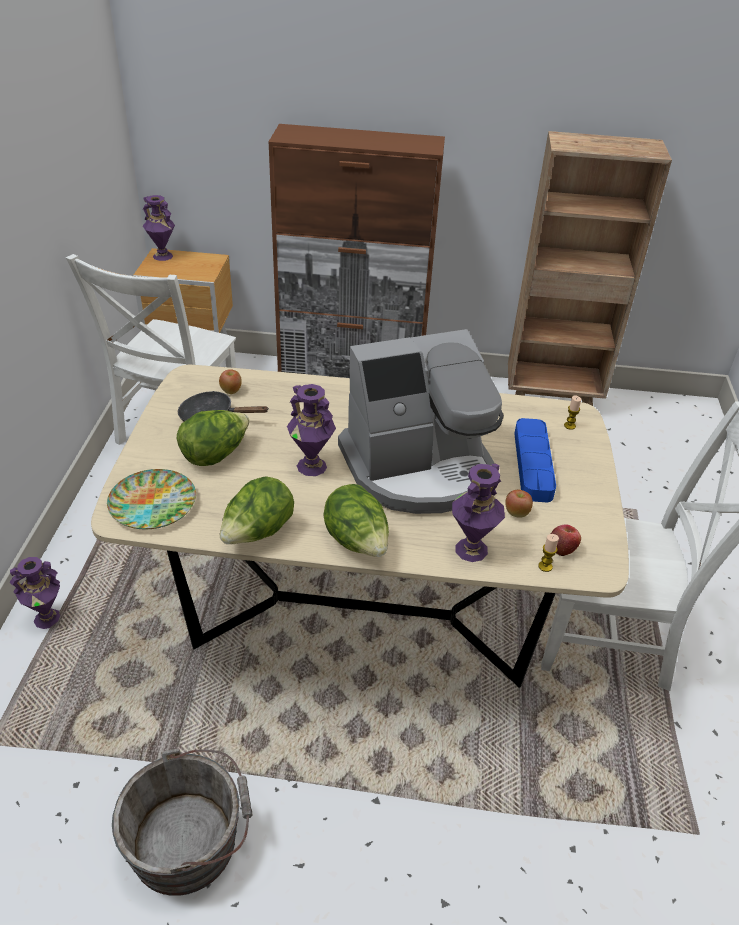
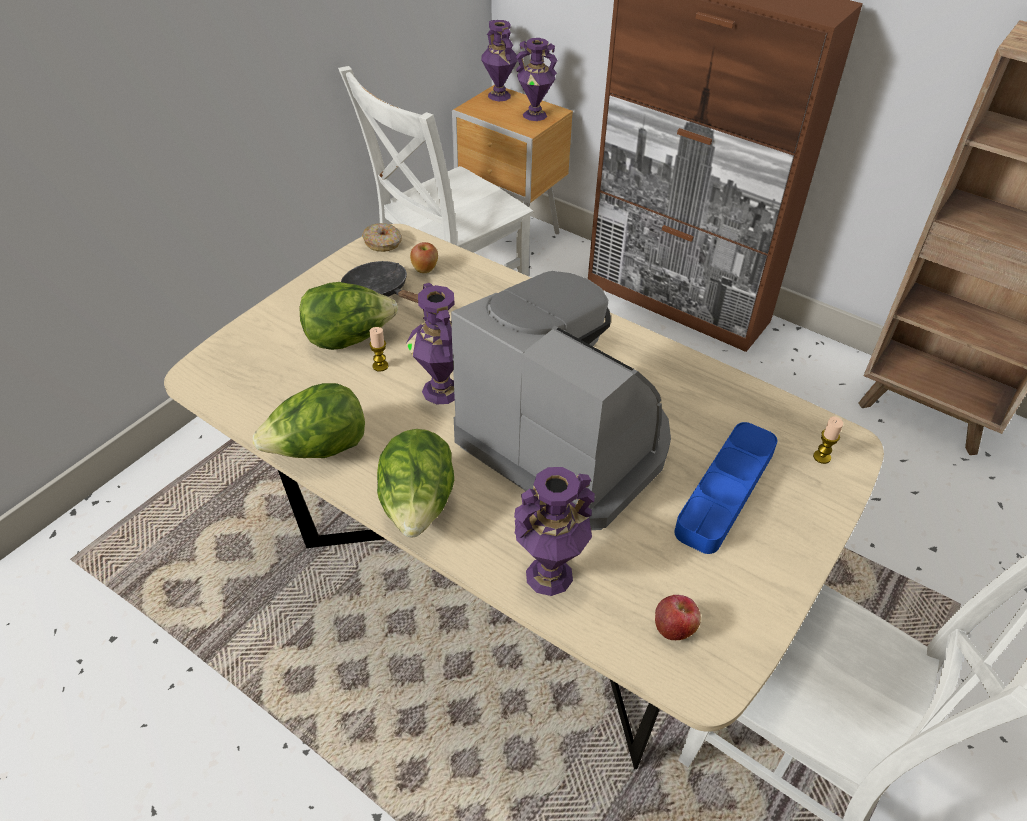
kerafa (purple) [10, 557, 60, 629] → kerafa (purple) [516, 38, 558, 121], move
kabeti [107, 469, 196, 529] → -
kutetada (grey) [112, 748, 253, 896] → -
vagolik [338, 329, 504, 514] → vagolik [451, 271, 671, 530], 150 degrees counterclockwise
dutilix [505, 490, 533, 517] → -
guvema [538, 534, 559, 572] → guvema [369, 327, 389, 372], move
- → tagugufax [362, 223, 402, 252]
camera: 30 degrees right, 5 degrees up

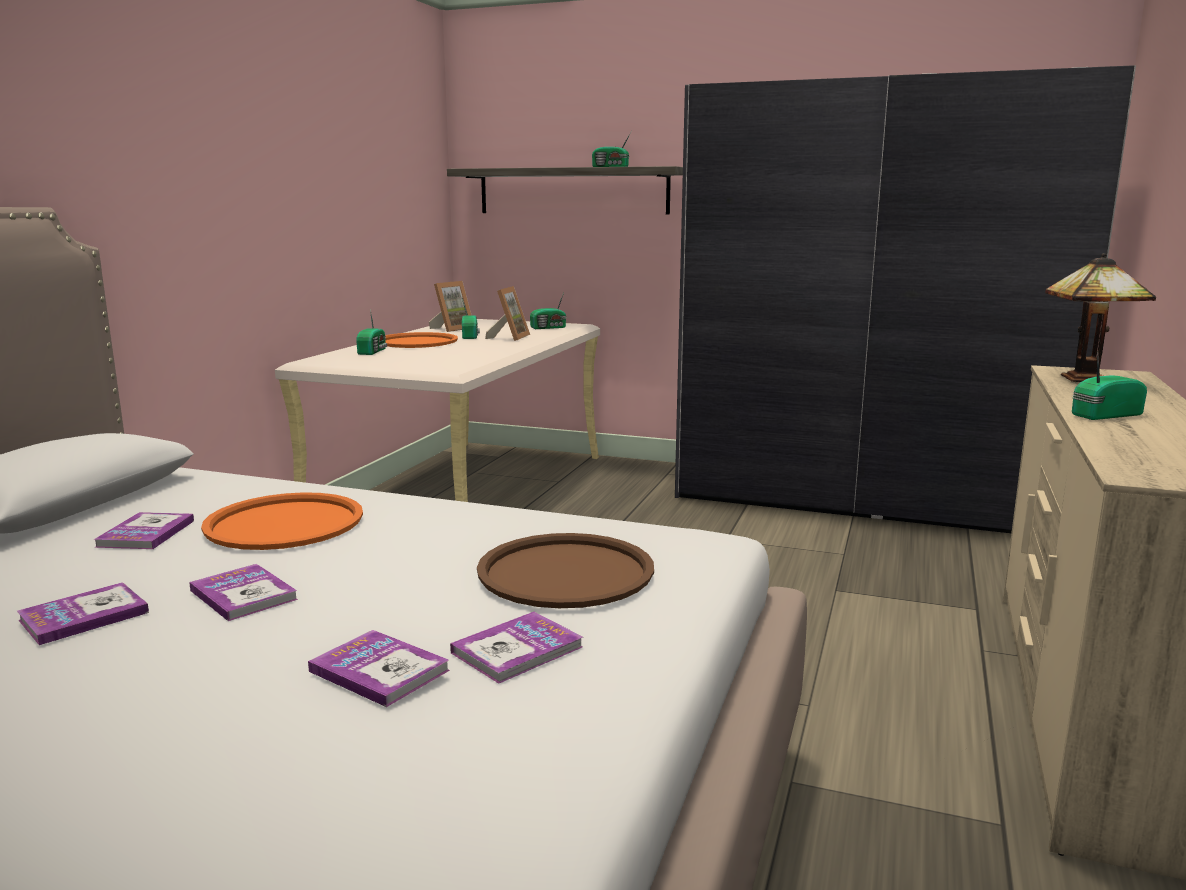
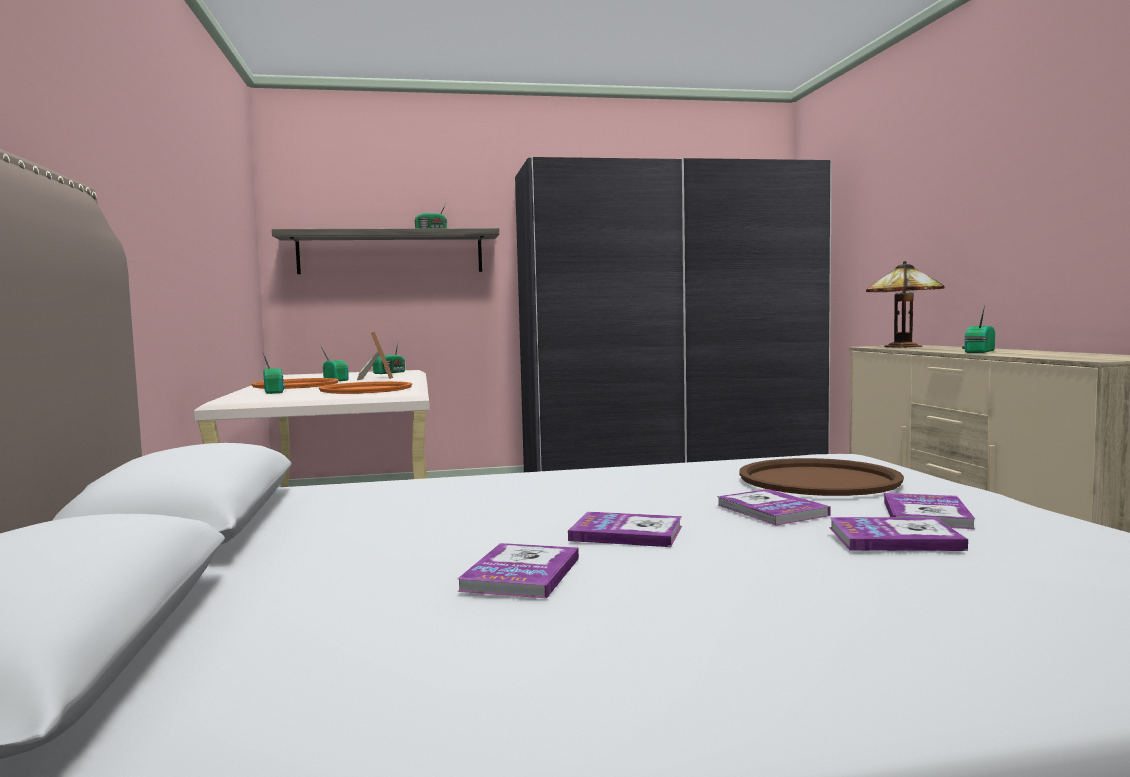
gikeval [94, 512, 194, 549] → gikeval [717, 489, 831, 526], move
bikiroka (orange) [201, 492, 363, 550] → bikiroka (orange) [319, 381, 412, 394], move
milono [429, 281, 472, 332] → -
camera: 30 degrees left, 10 degrees down

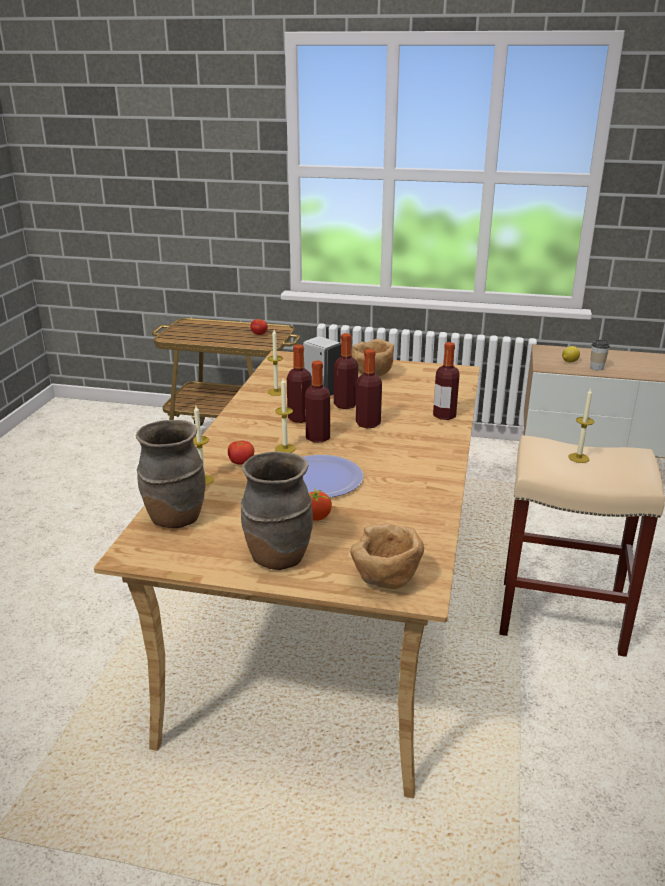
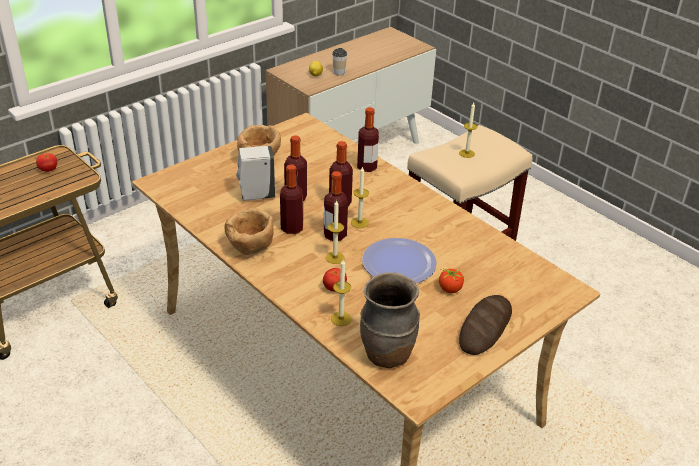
kerafa (brown) [241, 451, 313, 570] → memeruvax [459, 295, 512, 355]
guvema [267, 330, 283, 396] → guvema [351, 166, 369, 228], move
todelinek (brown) [350, 523, 424, 589] → todelinek (brown) [225, 208, 274, 255], move
camera: 55 degrees left, 10 degrees up

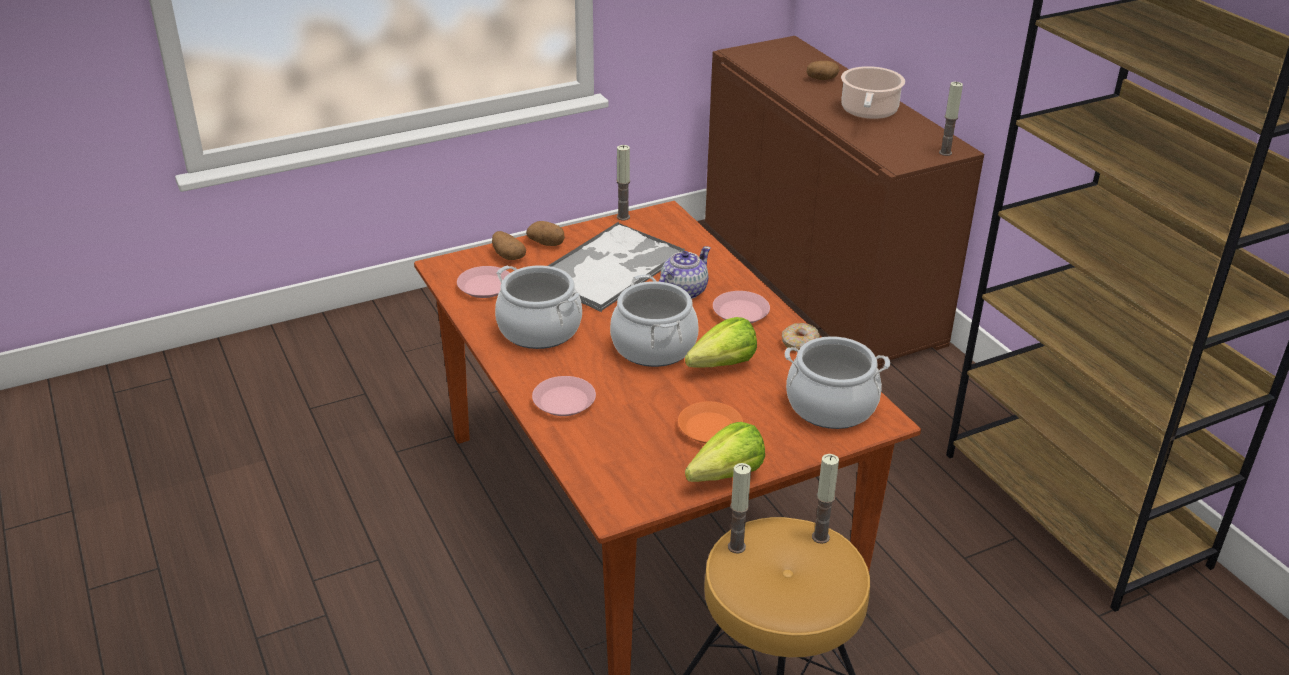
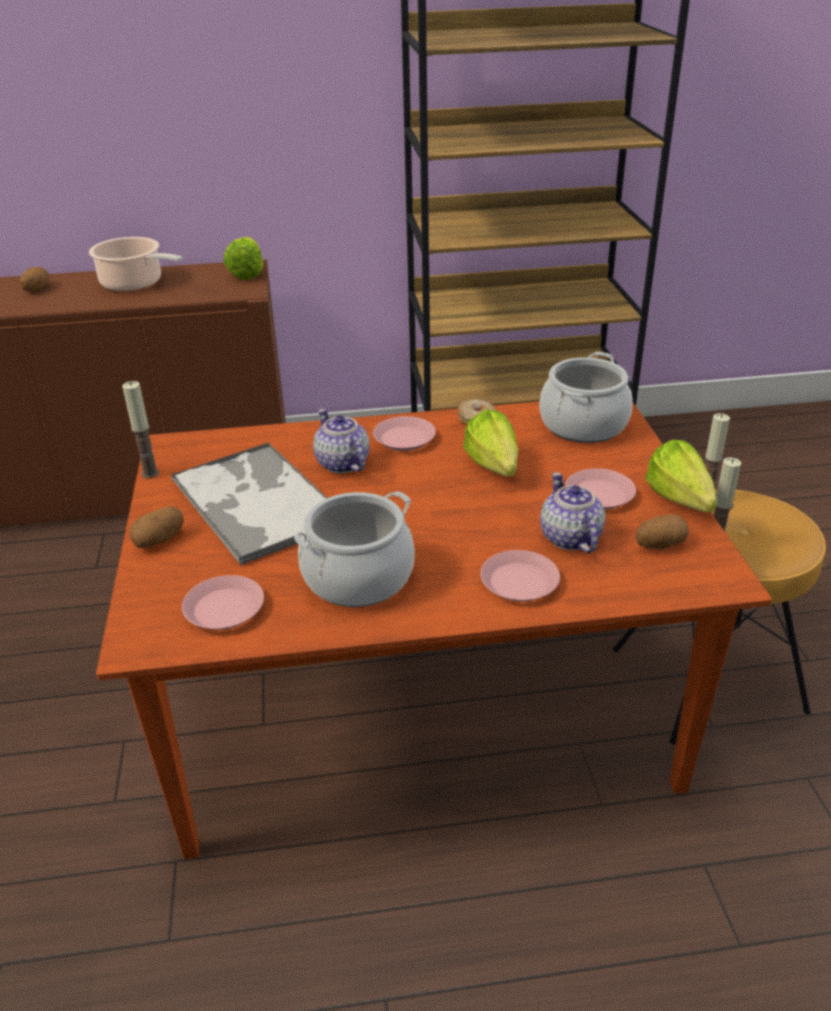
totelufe [492, 231, 526, 260] → totelufe [635, 514, 689, 549], move
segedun [610, 274, 699, 367] → -
kabeti (orange) [678, 402, 743, 443] → kabeti (pink) [565, 468, 636, 510]
guvema [939, 82, 963, 156] → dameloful [224, 236, 263, 280]
- → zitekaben [540, 472, 605, 553]
camera: 70 degrees left, 0 degrees up

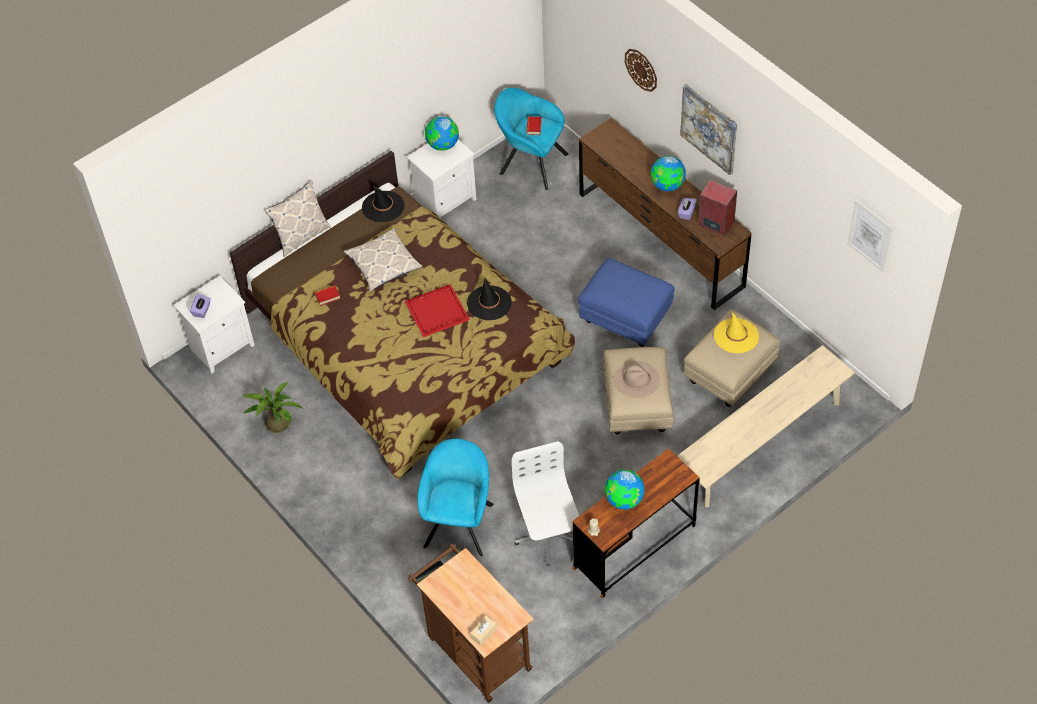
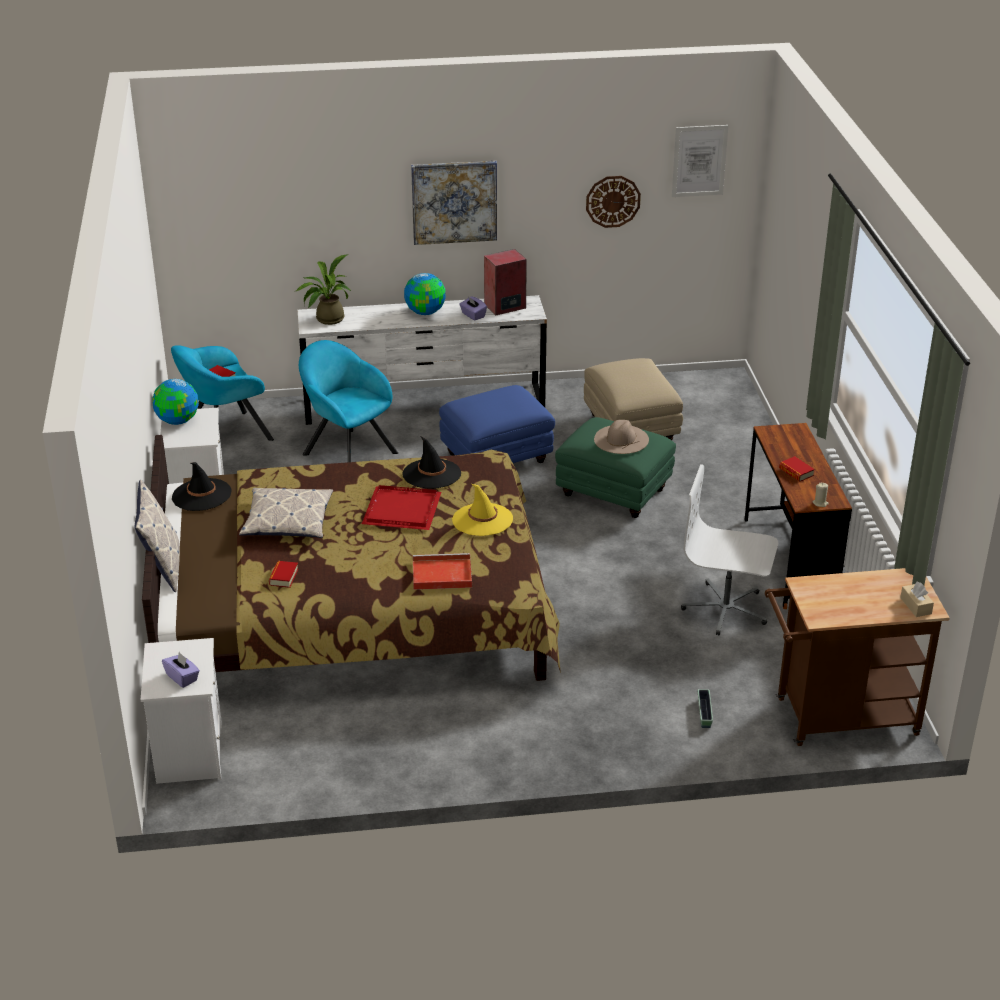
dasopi [243, 382, 304, 433] → dasopi [296, 254, 351, 325], move
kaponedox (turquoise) [417, 439, 493, 556] → kaponedox (turquoise) [299, 340, 398, 462], move
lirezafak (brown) [579, 118, 752, 310] → lirezafak (white) [298, 295, 547, 425]
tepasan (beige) [603, 347, 674, 435] → tepasan (green) [555, 417, 676, 518]
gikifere [605, 469, 644, 510] → gikeval [779, 456, 815, 482]
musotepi [625, 49, 657, 92] → musotepi [586, 176, 641, 228], move
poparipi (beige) [677, 345, 855, 507] → -
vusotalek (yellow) [714, 312, 759, 353] → vusotalek (yellow) [452, 484, 513, 536], move
- → bikiroka (red) [413, 553, 472, 590]
camera: 60 degrees left, 20 degrees down

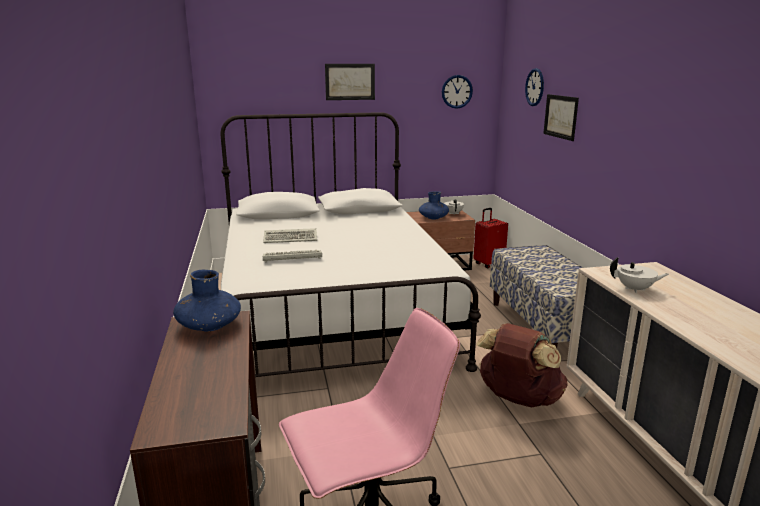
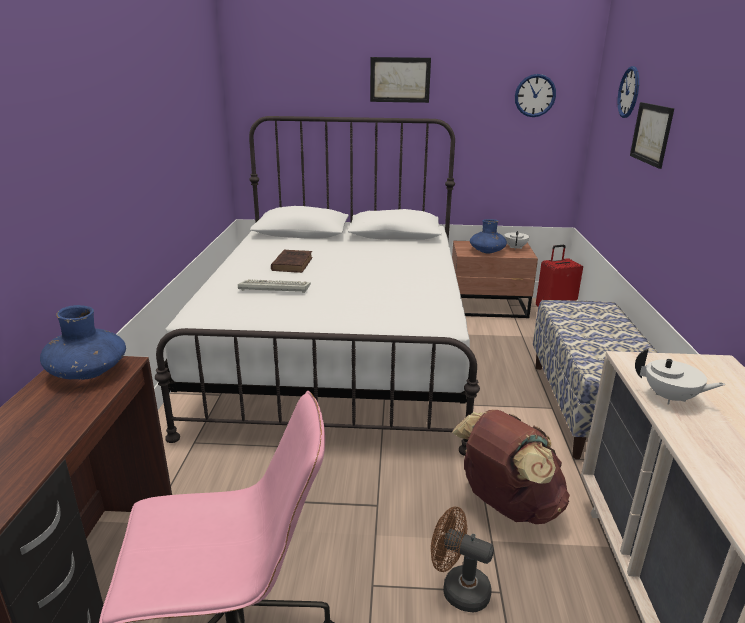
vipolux [263, 228, 317, 243] → gikeval (brown) [271, 250, 313, 273]
- → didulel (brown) [431, 507, 494, 613]
camera: 15 degrees right, 5 degrees up

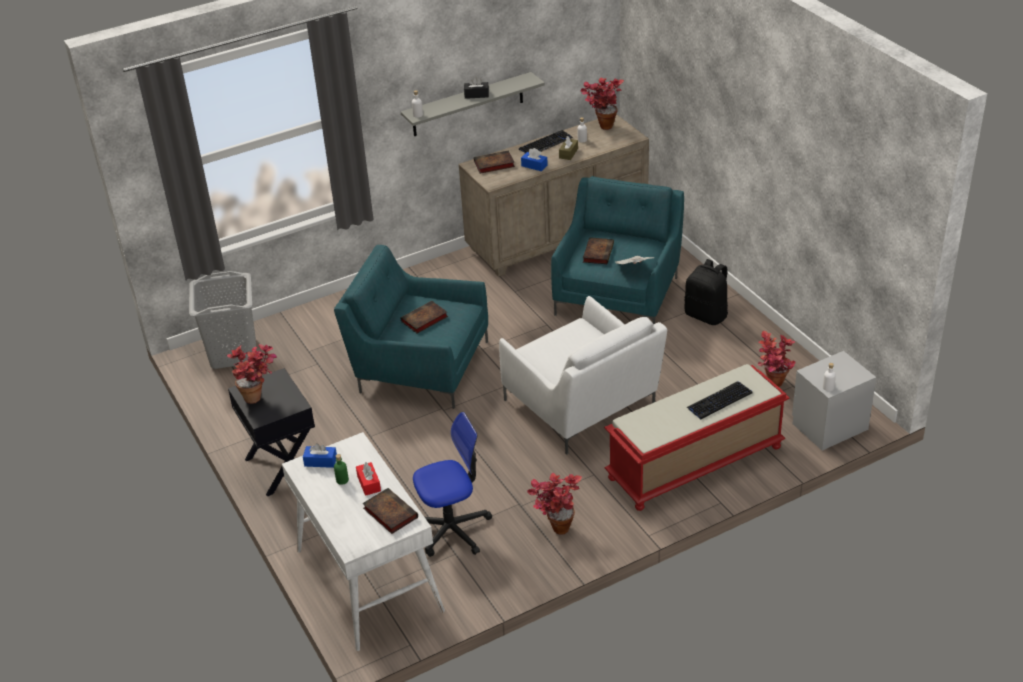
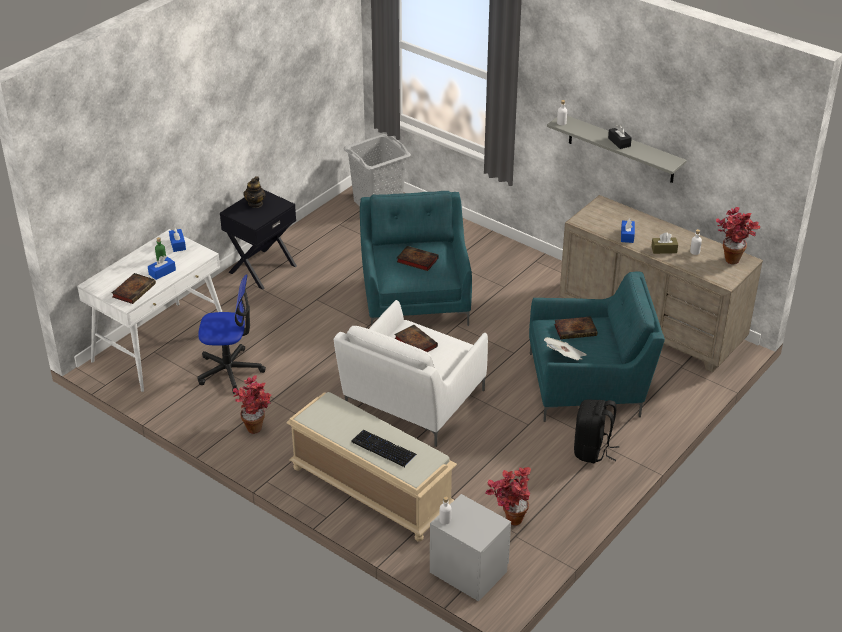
dasopi [227, 344, 277, 404] → zitekaben [243, 176, 266, 208]
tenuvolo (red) [356, 462, 381, 496] → tenuvolo (blue) [148, 255, 176, 280]
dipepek [413, 412, 492, 557] → dipepek [197, 274, 266, 394], 45 degrees counterclockwise
gikeval [474, 151, 515, 174] → gikeval [394, 325, 438, 352], move
vipolux [519, 130, 573, 153] → -
poparipi (red) [604, 364, 789, 511] → poparipi (beige) [286, 392, 457, 542]
camera: 65 degrees right, 0 degrees up

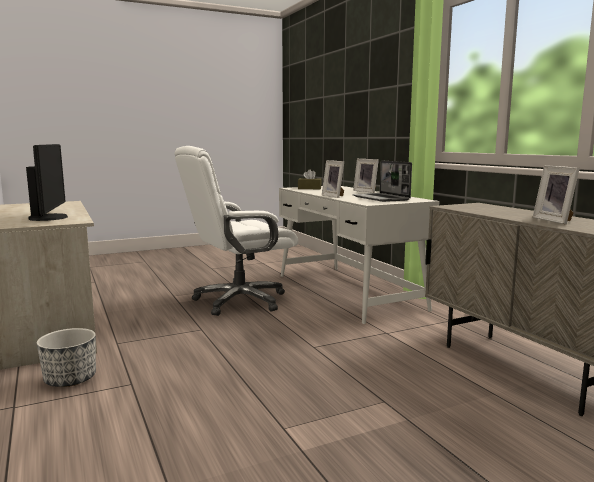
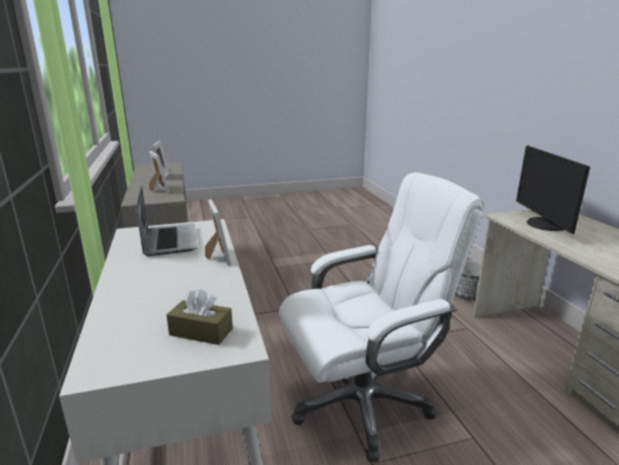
milono [353, 159, 379, 193] → milono [149, 151, 169, 193], move
camera: 170 degrees left, 10 degrees up

